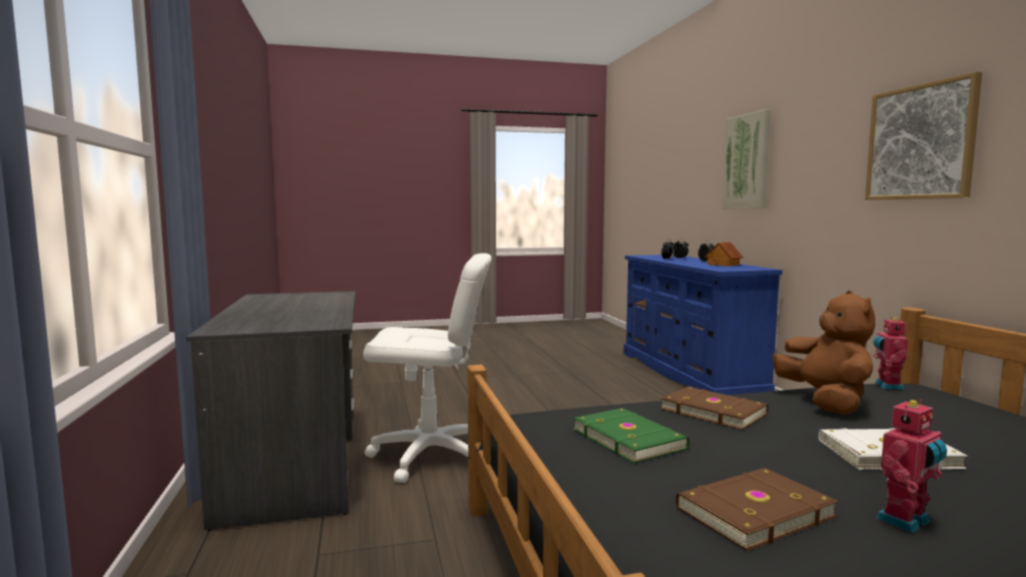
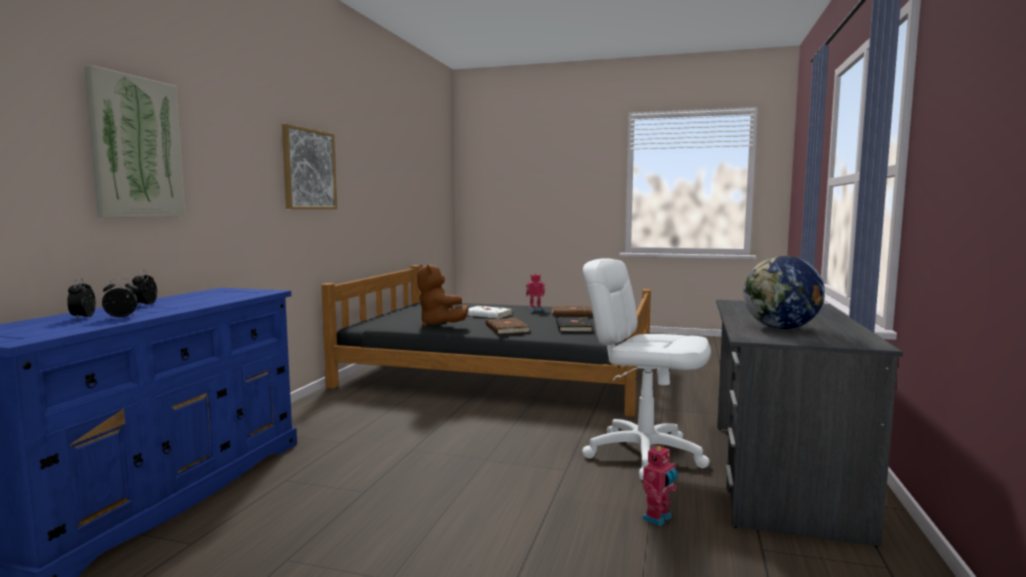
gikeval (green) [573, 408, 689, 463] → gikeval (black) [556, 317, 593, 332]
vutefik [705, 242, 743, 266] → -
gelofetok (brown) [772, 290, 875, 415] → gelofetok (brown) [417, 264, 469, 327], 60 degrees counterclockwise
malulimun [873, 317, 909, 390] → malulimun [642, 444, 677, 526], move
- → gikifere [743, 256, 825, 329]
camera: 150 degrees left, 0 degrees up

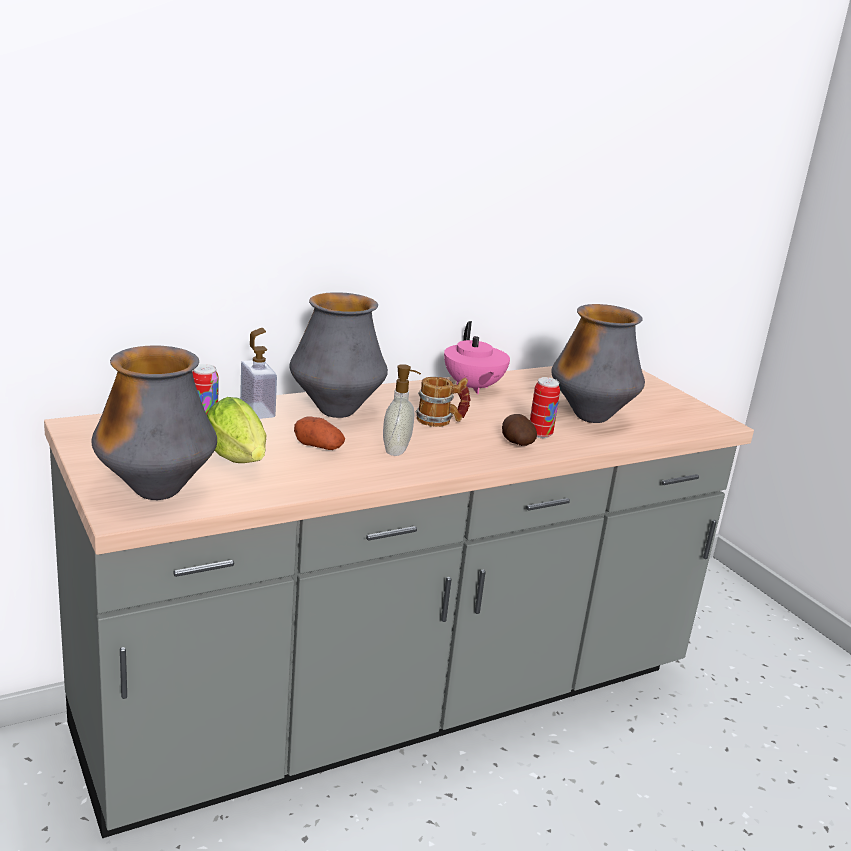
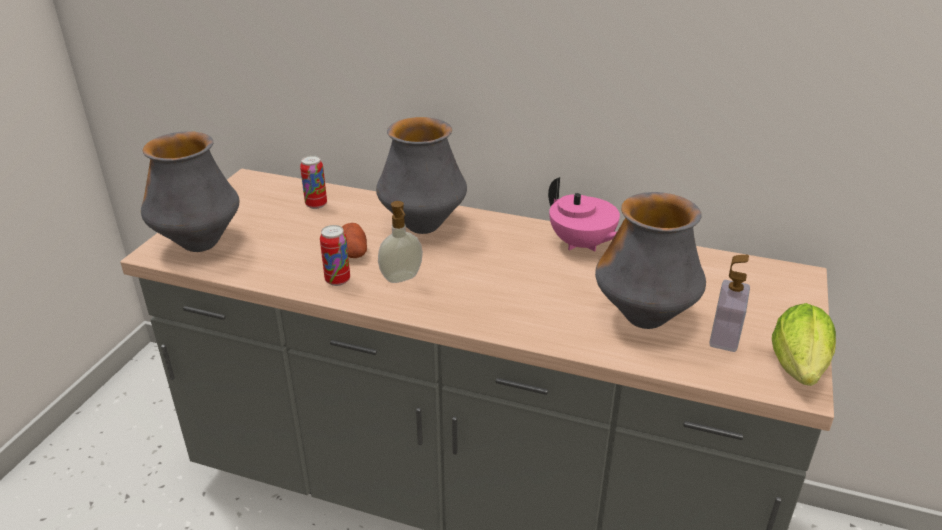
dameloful [207, 397, 267, 463] → dameloful [772, 303, 836, 386], move
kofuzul [240, 328, 277, 419] → kofuzul [709, 255, 750, 352], move
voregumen [416, 377, 471, 427] → -
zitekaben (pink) [444, 321, 510, 394] → zitekaben (pink) [548, 177, 620, 252], 75 degrees counterclockwise
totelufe [502, 414, 537, 446] → -
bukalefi [530, 377, 560, 438] → bukalefi [320, 225, 350, 286], move
camera: 50 degrees right, 10 degrees up

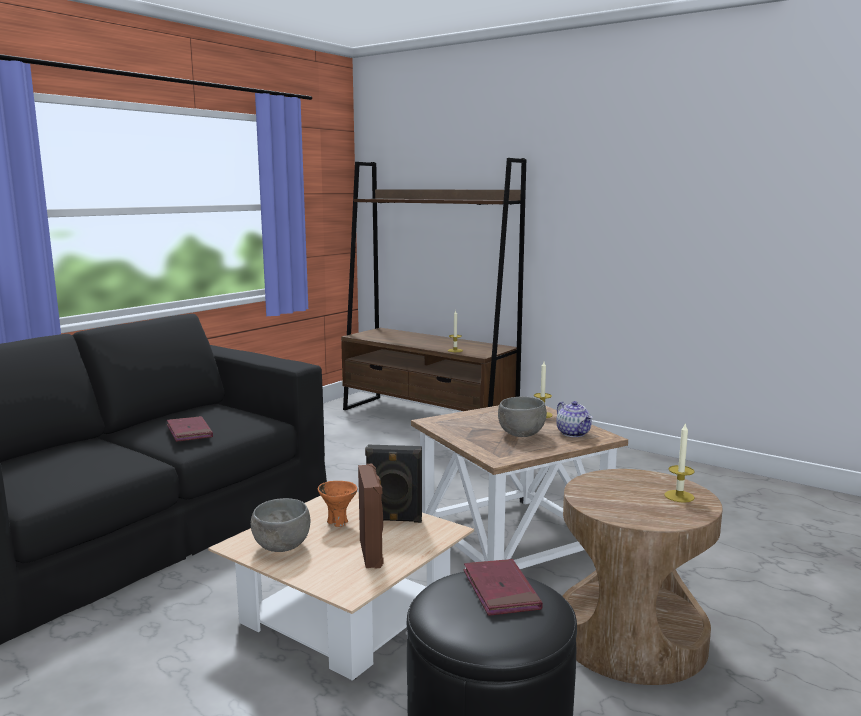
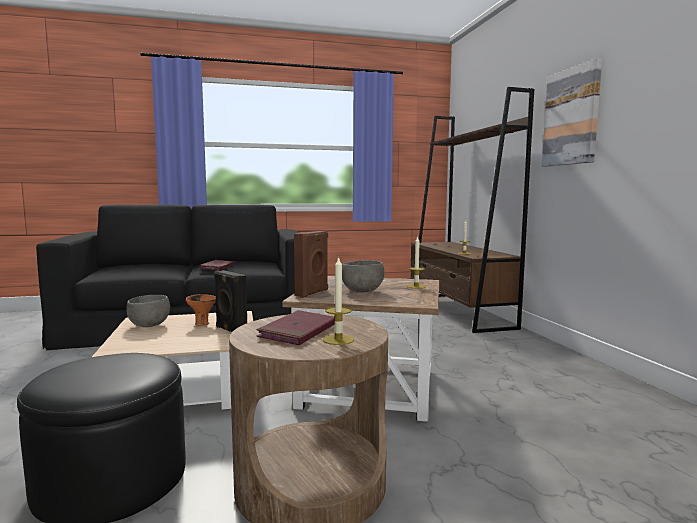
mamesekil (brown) [358, 463, 384, 569] → mamesekil (brown) [294, 231, 328, 298], move
gikeval (red) [463, 559, 543, 616] → gikeval (red) [256, 310, 335, 345], move
zitekaben [556, 401, 593, 437] → -
- → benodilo [542, 58, 602, 167]
camera: 40 degrees right, 5 degrees down

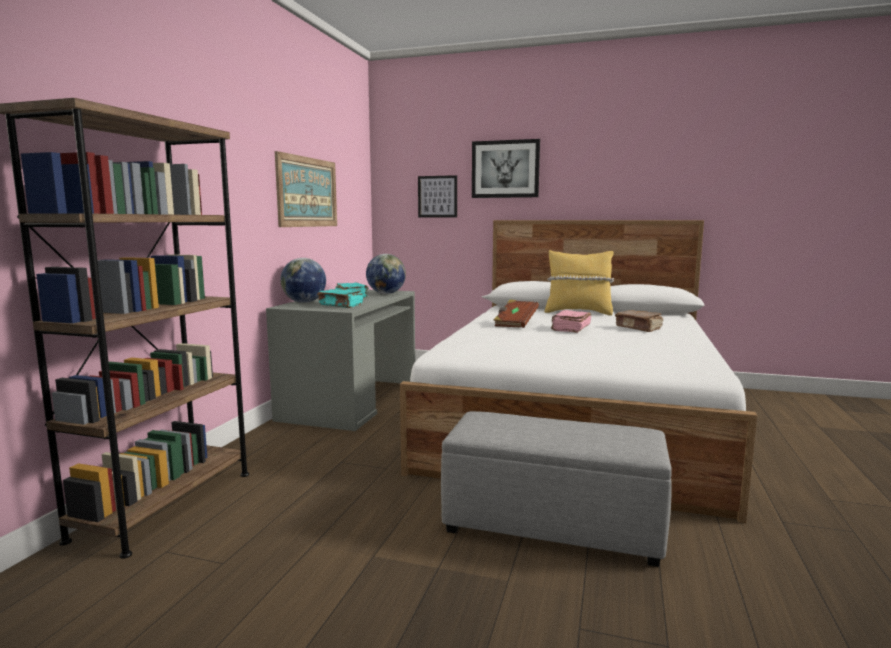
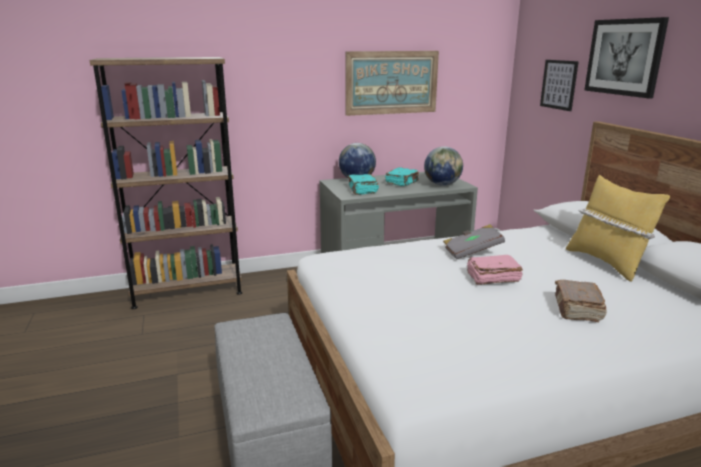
gikeval (brown) [494, 300, 539, 328] → gikeval (grey) [443, 224, 505, 259]
camera: 55 degrees right, 10 degrees up

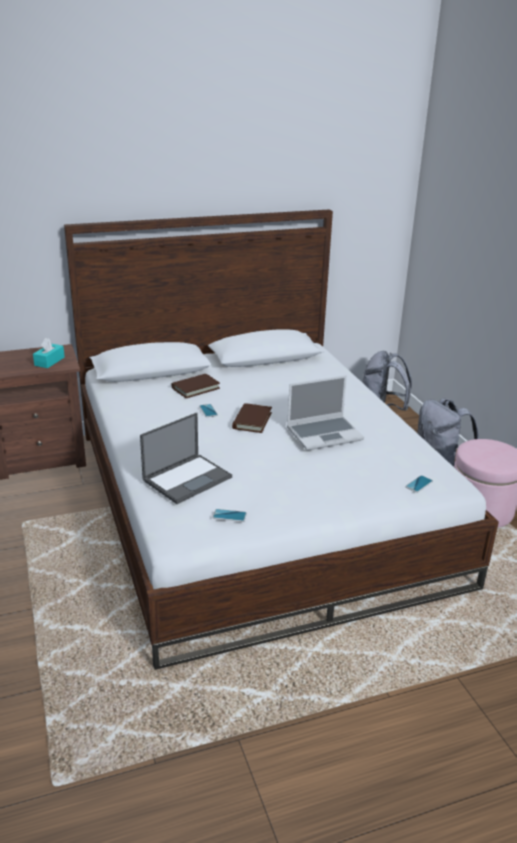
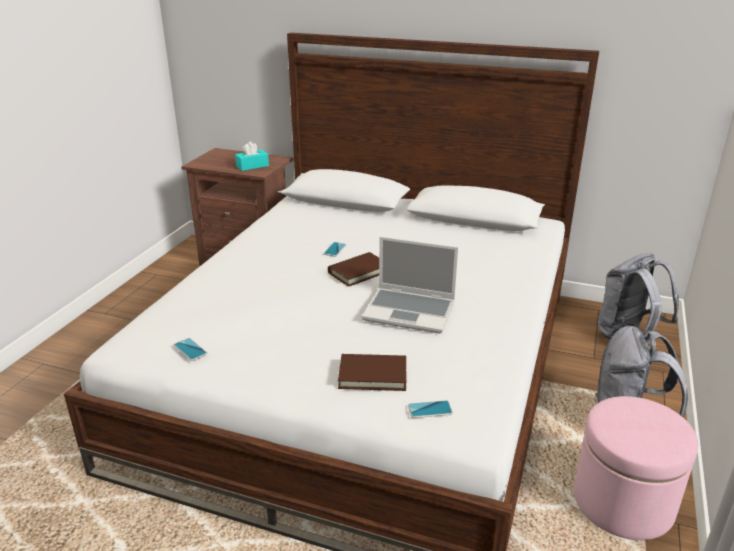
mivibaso [140, 413, 232, 504] → -
gikeval (brown) [171, 374, 220, 398] → gikeval (brown) [338, 354, 406, 391], move
camera: 40 degrees right, 0 degrees up

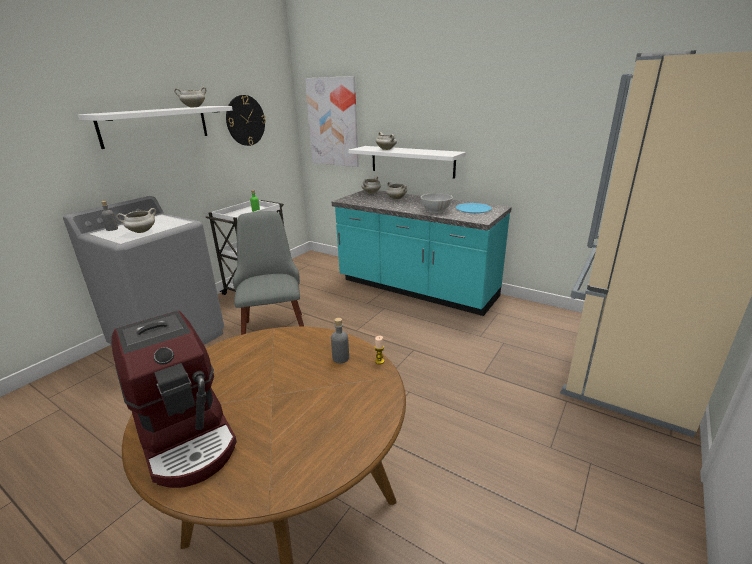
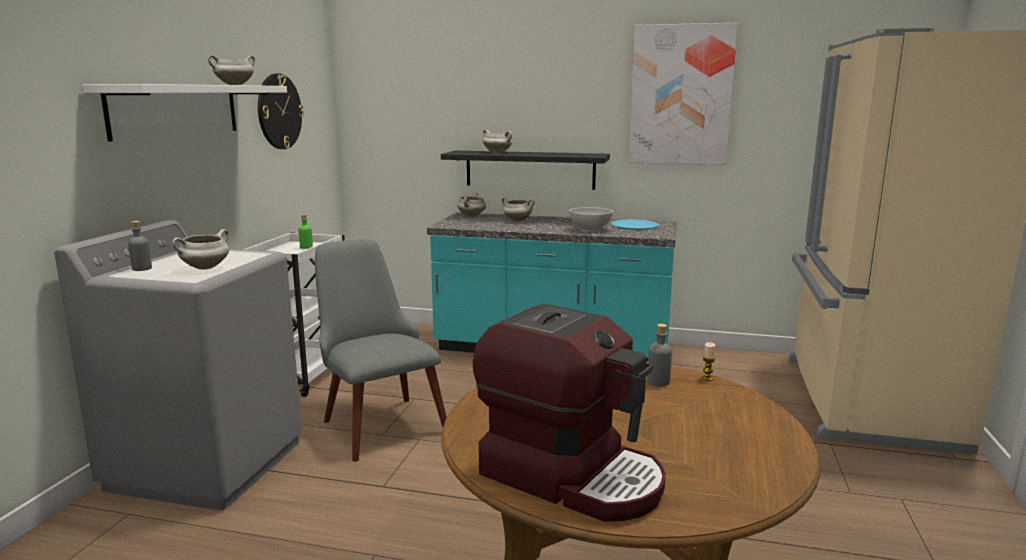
benodilo [305, 76, 359, 167] → benodilo [629, 23, 738, 165], move
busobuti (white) [348, 146, 466, 179] → busobuti (black) [441, 151, 610, 190]
camera: 20 degrees left, 10 degrees down

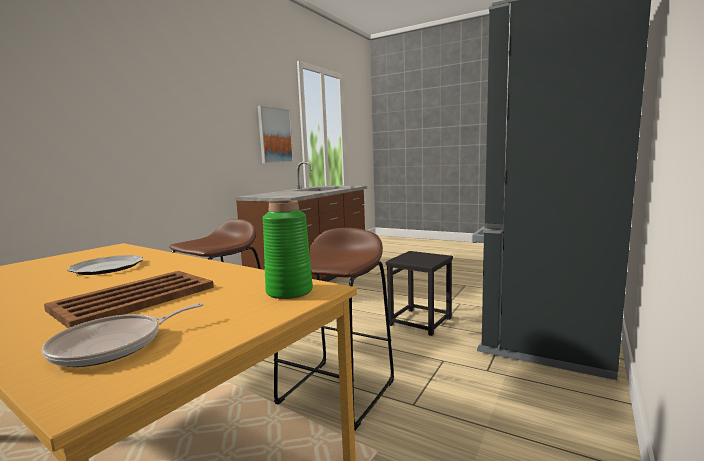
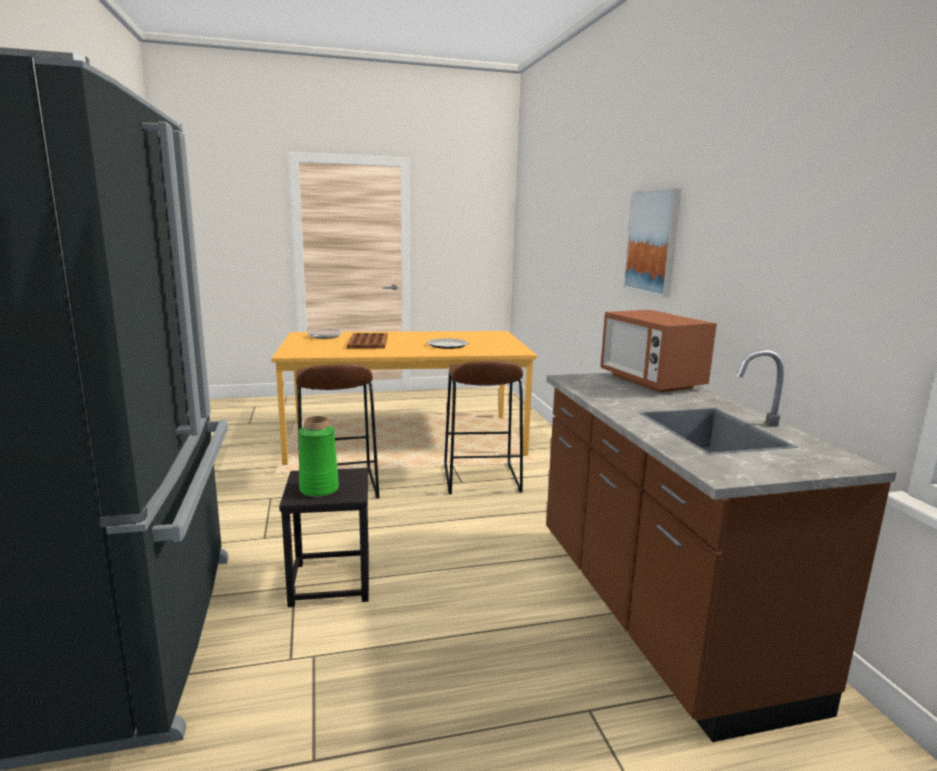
benodilo [258, 106, 293, 163] → benodilo [623, 188, 682, 297], move
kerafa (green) [262, 200, 313, 299] → kerafa (green) [299, 416, 339, 497], move
- → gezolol [600, 310, 717, 392]
camera: 135 degrees right, 5 degrees up

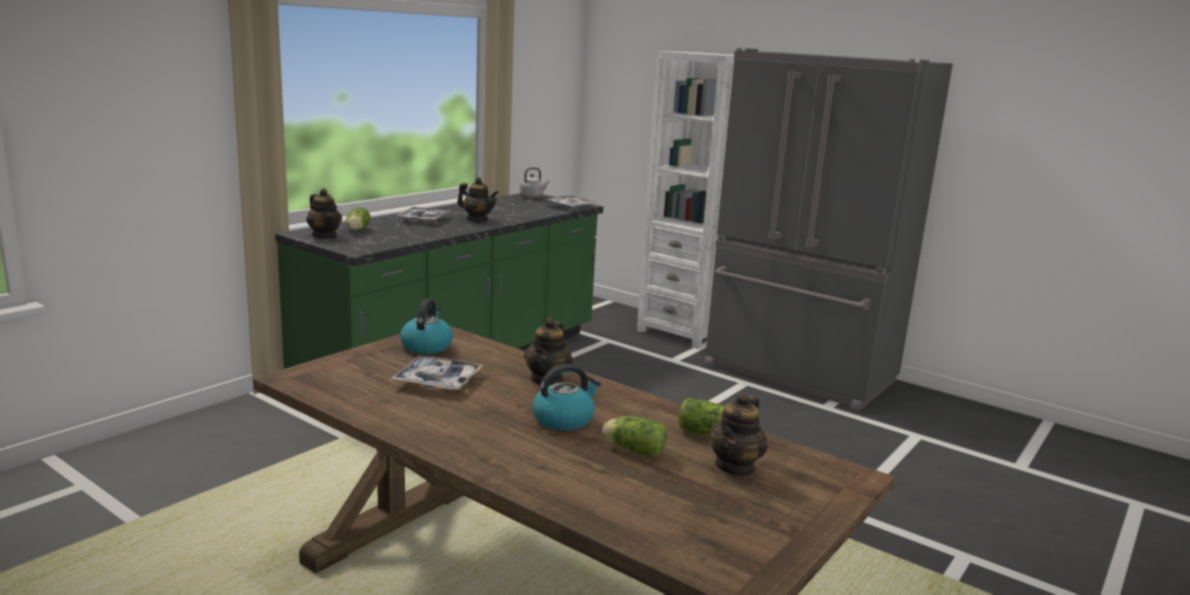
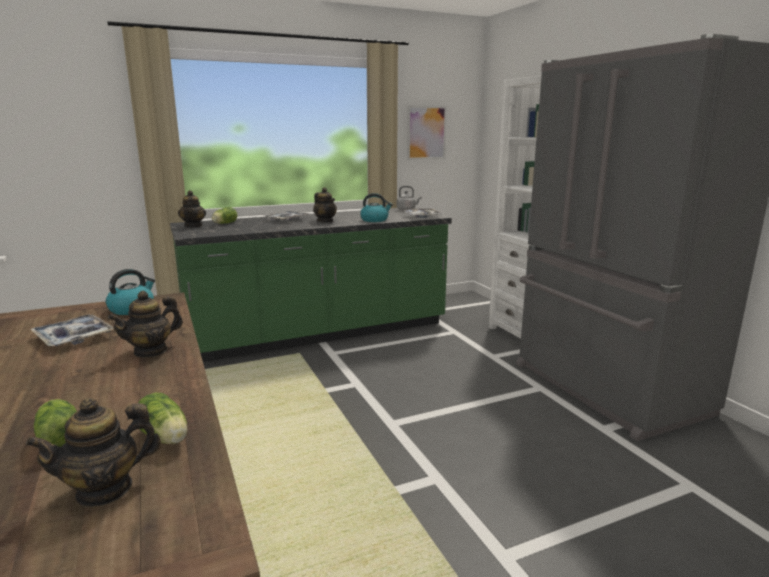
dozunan [532, 364, 601, 431] → dozunan [360, 193, 393, 222], move
- → benodilo [407, 105, 447, 160]
camera: 30 degrees right, 0 degrees up

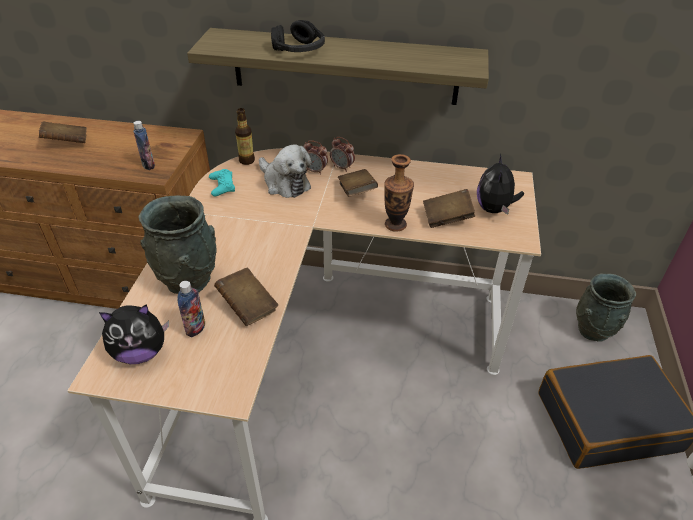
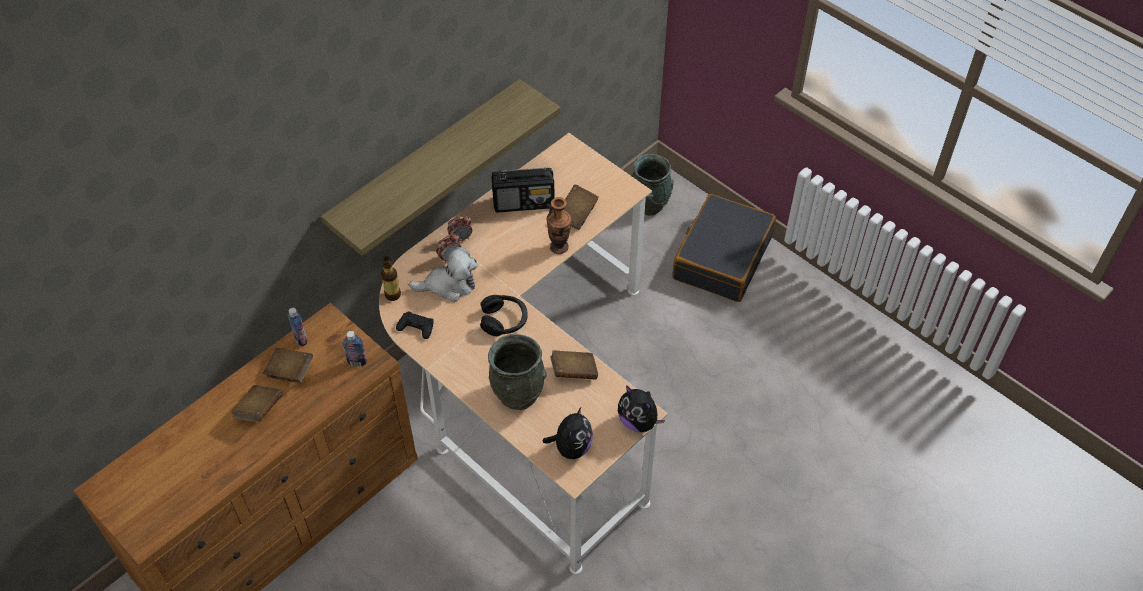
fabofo [177, 281, 205, 337] → fabofo [288, 308, 307, 346], move
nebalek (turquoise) [209, 169, 235, 196] → nebalek (black) [396, 311, 434, 339]
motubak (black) [271, 20, 325, 52] → motubak (black) [480, 295, 528, 336], move
gikeval (brown) [338, 169, 378, 197] → gikeval (brown) [263, 348, 313, 383], move
gelofetok [477, 154, 524, 214] → gelofetok [618, 385, 665, 432], move
- → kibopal [491, 167, 555, 212]
camera: 55 degrees left, 10 degrees up

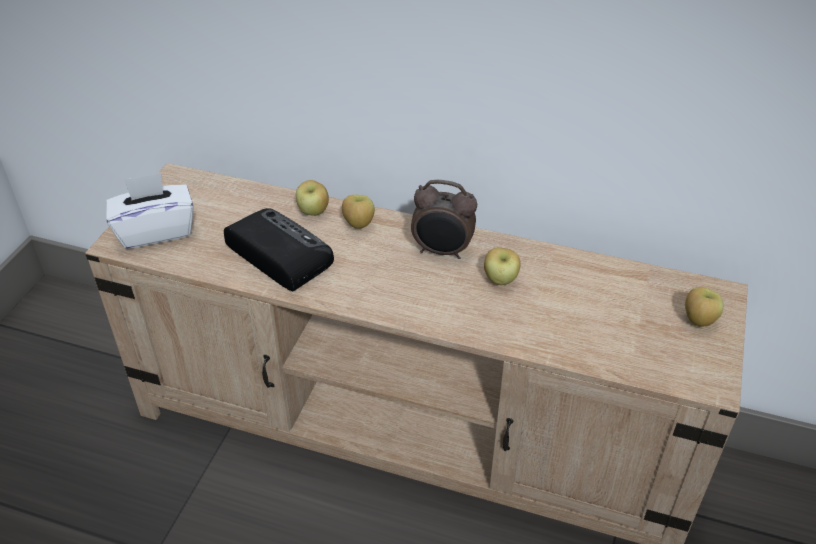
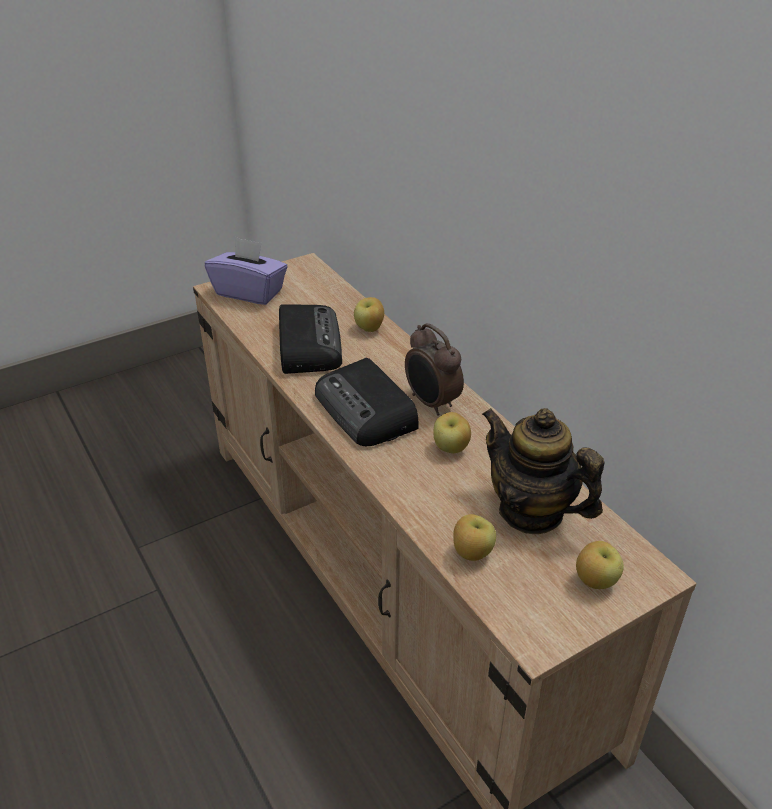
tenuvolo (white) [106, 173, 194, 249] → tenuvolo (purple) [205, 237, 287, 305]
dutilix [342, 195, 375, 229] → dutilix [453, 514, 496, 561], move
- → kibopal [315, 358, 418, 446]
- → zitekaben [482, 408, 604, 534]
camera: 40 degrees right, 5 degrees down

